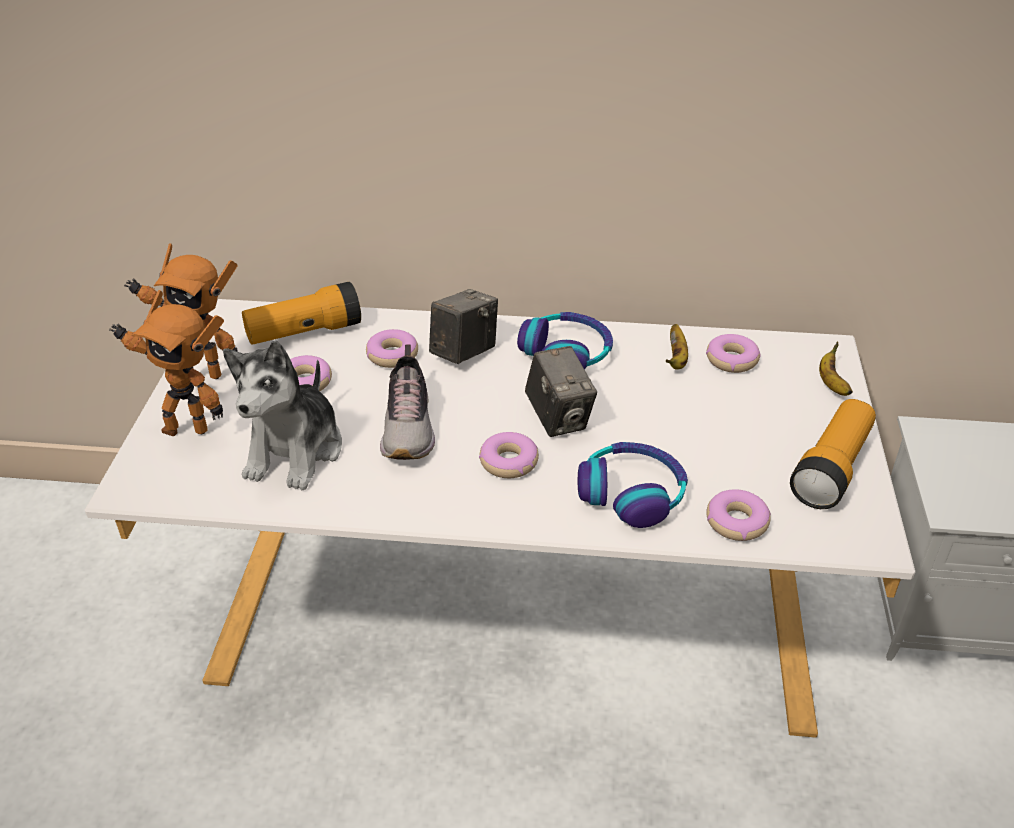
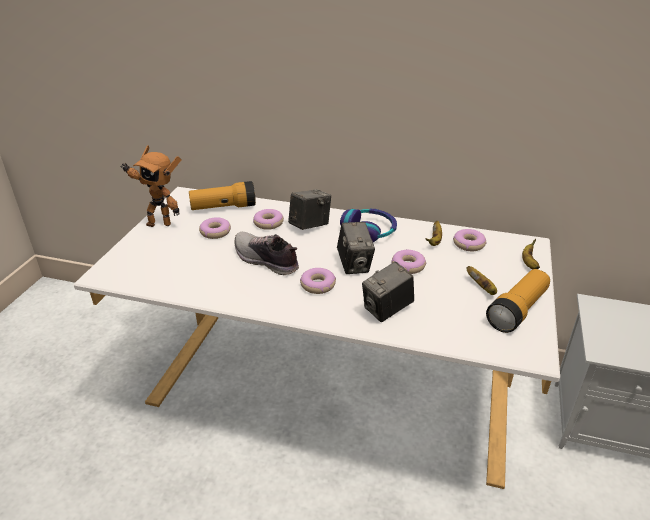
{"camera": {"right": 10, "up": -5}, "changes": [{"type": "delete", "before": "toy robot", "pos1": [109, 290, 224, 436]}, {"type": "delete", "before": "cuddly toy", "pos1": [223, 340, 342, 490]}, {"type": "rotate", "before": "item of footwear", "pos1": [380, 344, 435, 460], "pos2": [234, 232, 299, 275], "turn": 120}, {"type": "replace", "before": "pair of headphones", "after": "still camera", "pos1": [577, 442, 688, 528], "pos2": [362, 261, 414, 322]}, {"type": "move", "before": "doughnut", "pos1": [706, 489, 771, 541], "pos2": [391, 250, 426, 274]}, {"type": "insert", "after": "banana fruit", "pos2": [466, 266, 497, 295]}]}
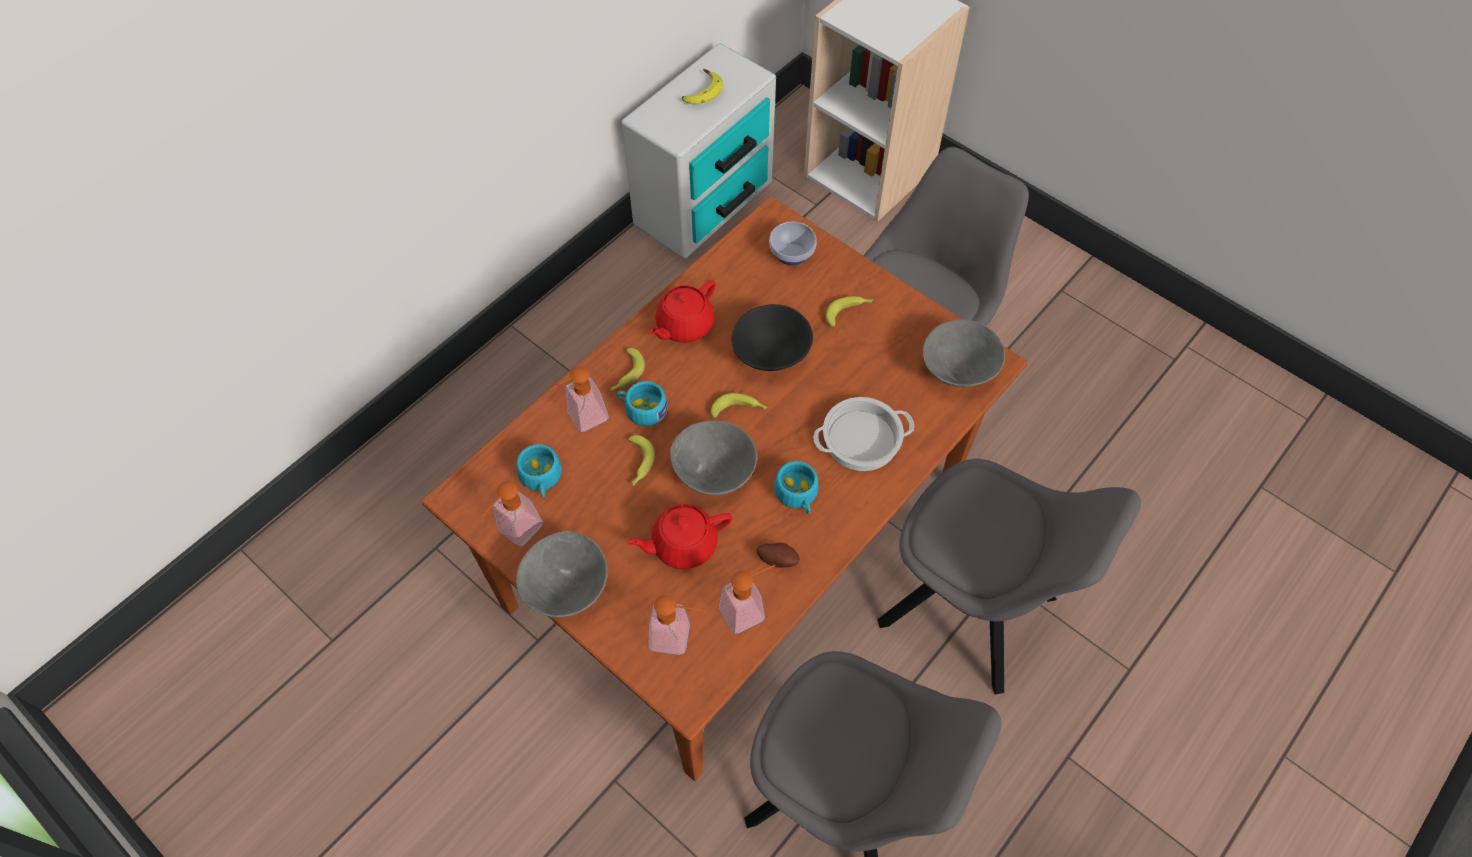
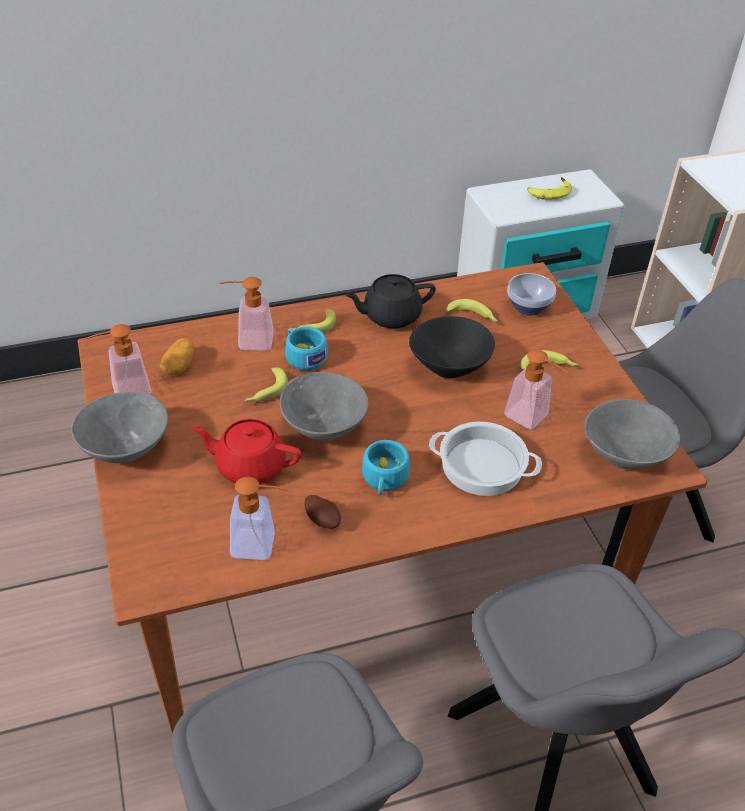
{"camera": {"right": 30, "up": -15}, "changes": [{"type": "replace", "before": "turquoise-coloured small cup", "after": "potato", "pos1": [516, 444, 562, 498], "pos2": [159, 338, 194, 375]}, {"type": "recolor", "before": "red pot for tea", "after": "black pot for tea", "pos1": [648, 280, 716, 343], "pos2": [345, 274, 436, 329]}, {"type": "move", "before": "soap bottle", "pos1": [648, 595, 703, 655], "pos2": [504, 349, 568, 429]}, {"type": "move", "before": "banana fruit", "pos1": [711, 393, 768, 418], "pos2": [447, 299, 498, 322]}]}
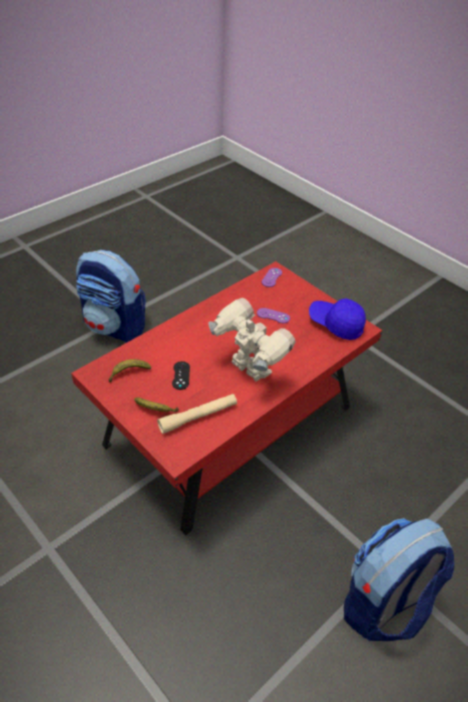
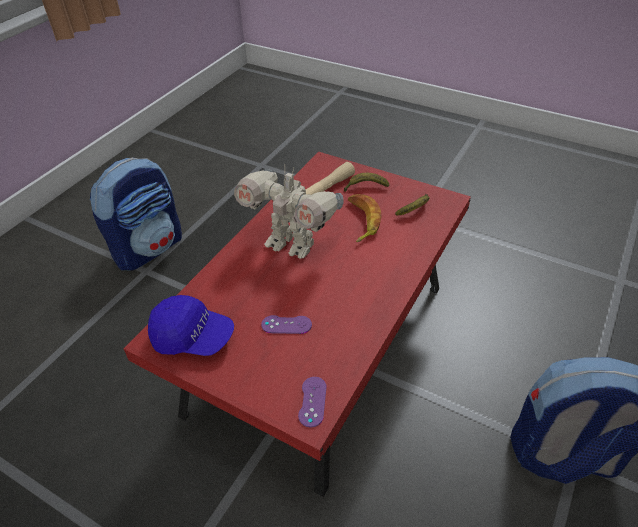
{"camera": {"right": 165, "up": 0}, "changes": [{"type": "replace", "before": "black gamepad", "after": "banana fruit", "pos1": [172, 361, 190, 390], "pos2": [348, 194, 382, 242]}]}
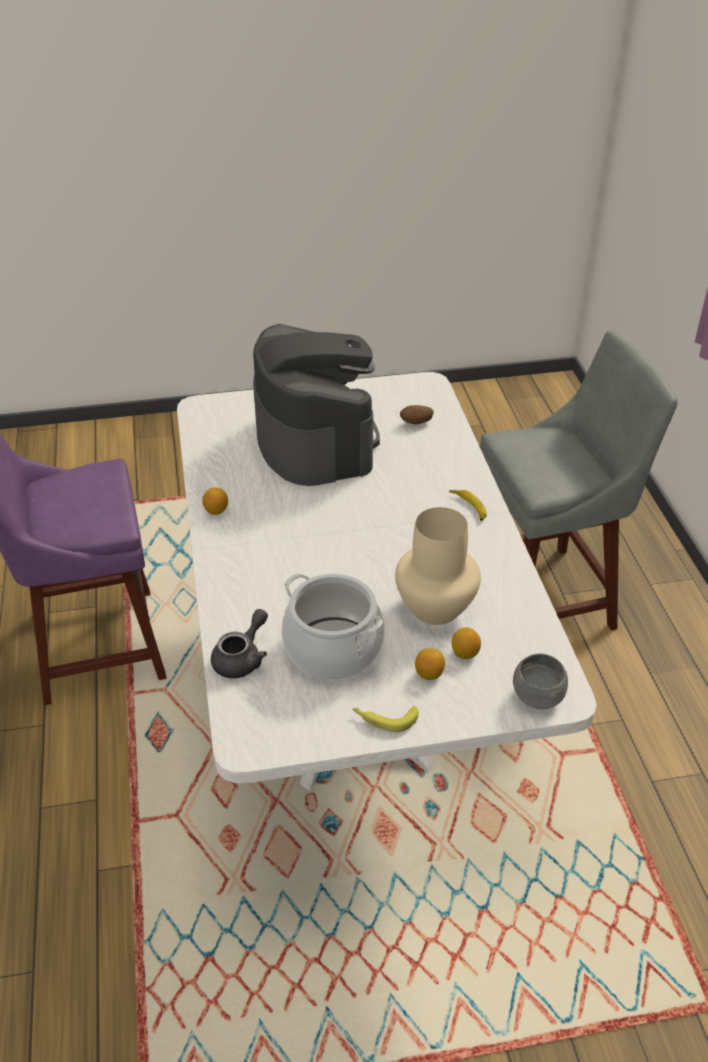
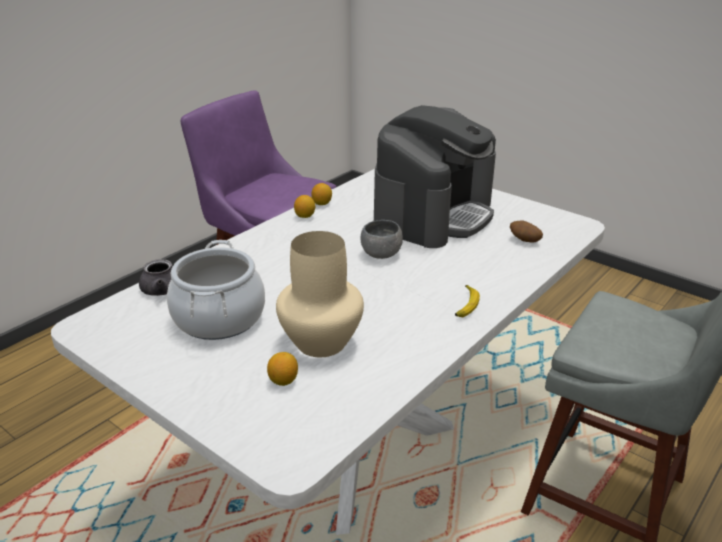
{"camera": {"right": 50, "up": -10}, "changes": [{"type": "delete", "before": "banana fruit", "pos1": [353, 706, 419, 732]}, {"type": "move", "before": "lemon", "pos1": [415, 648, 445, 680], "pos2": [312, 183, 332, 205]}, {"type": "move", "before": "grey deep dish", "pos1": [513, 653, 568, 709], "pos2": [360, 220, 403, 259]}]}
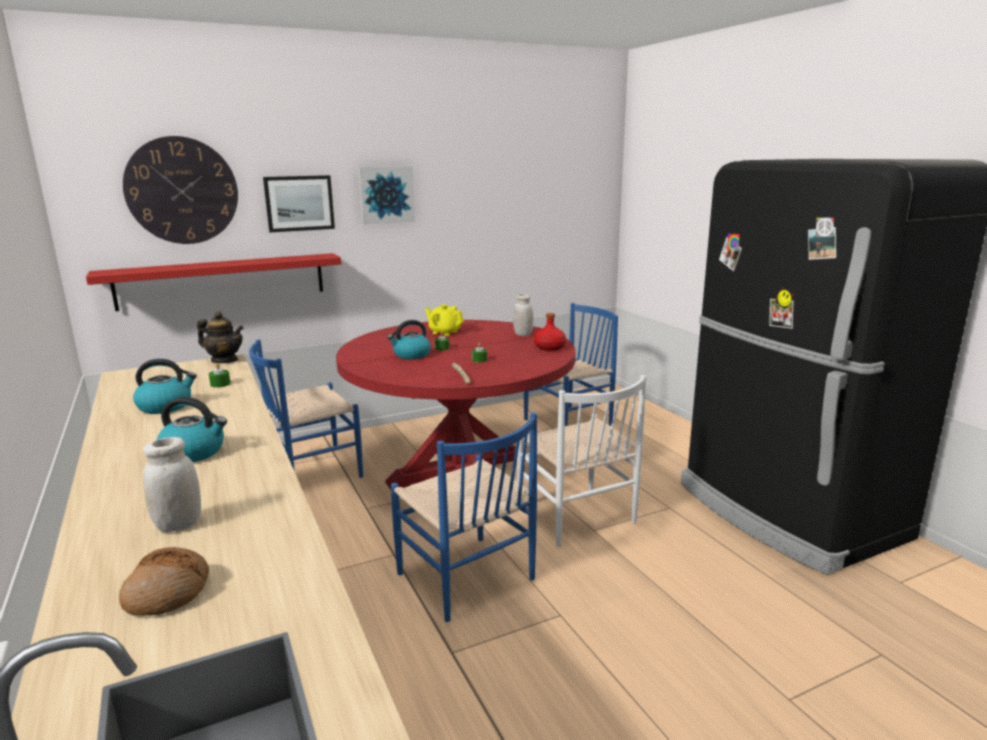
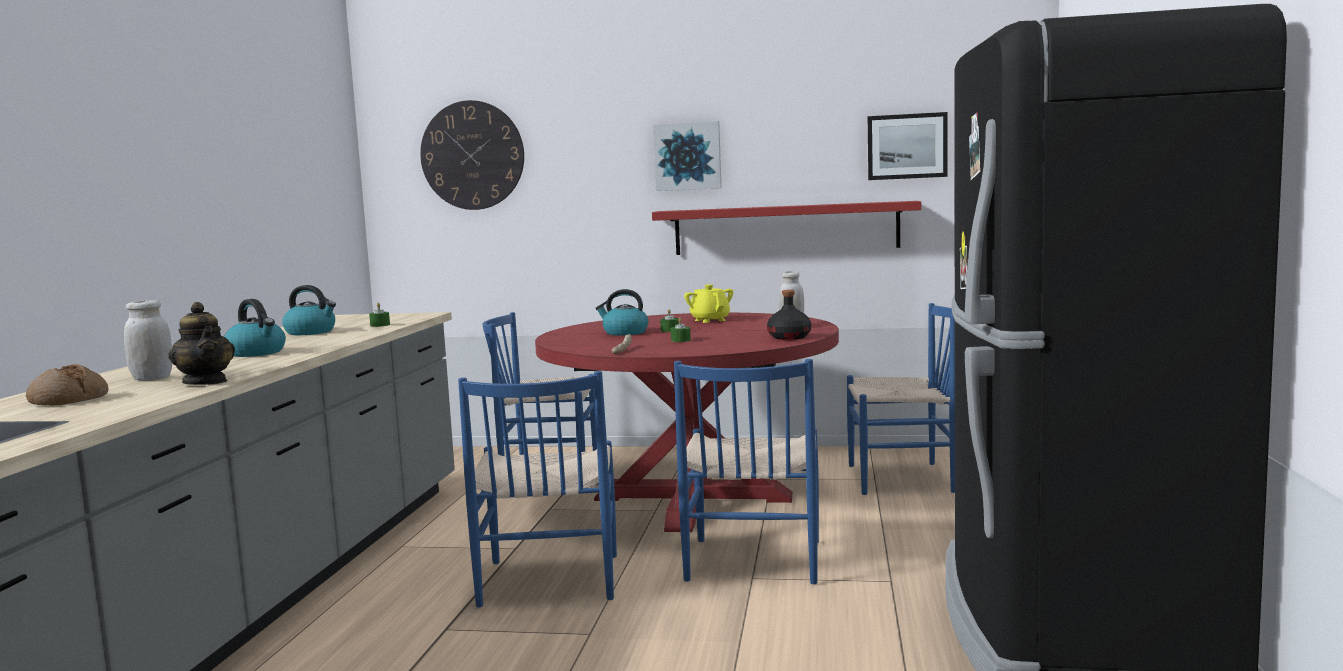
{"camera": {"right": 35, "up": -10}, "changes": [{"type": "move", "before": "red wall shelf", "pos1": [86, 253, 341, 311], "pos2": [652, 201, 921, 255]}, {"type": "move", "before": "pot for tea", "pos1": [197, 311, 244, 363], "pos2": [168, 302, 235, 385]}, {"type": "move", "before": "wall picture", "pos1": [263, 175, 335, 233], "pos2": [868, 112, 948, 180]}, {"type": "recolor", "before": "white-coloured plain chair", "after": "bluish plain chair", "pos1": [517, 375, 646, 547], "pos2": [674, 359, 819, 584]}, {"type": "recolor", "before": "red bottle", "after": "black bottle", "pos1": [534, 313, 566, 351], "pos2": [767, 290, 811, 340]}]}
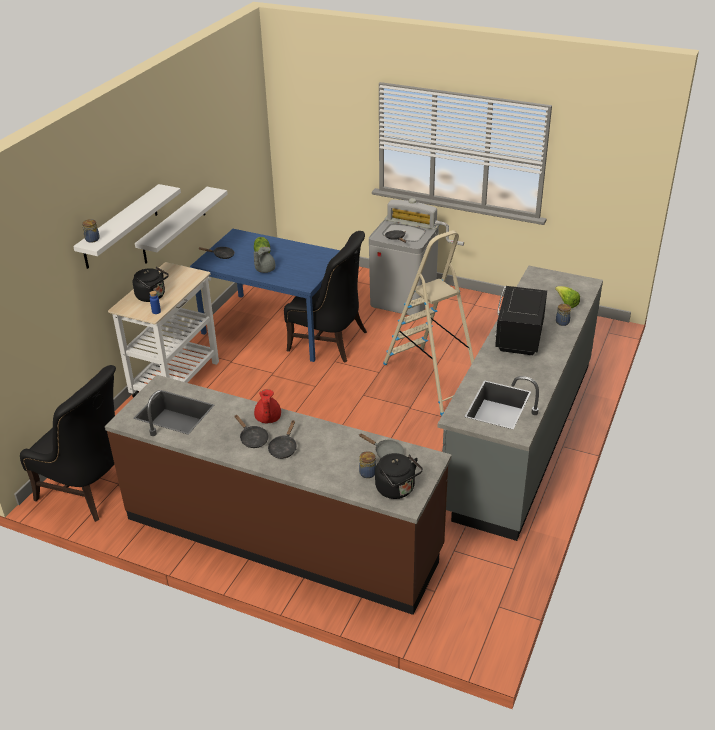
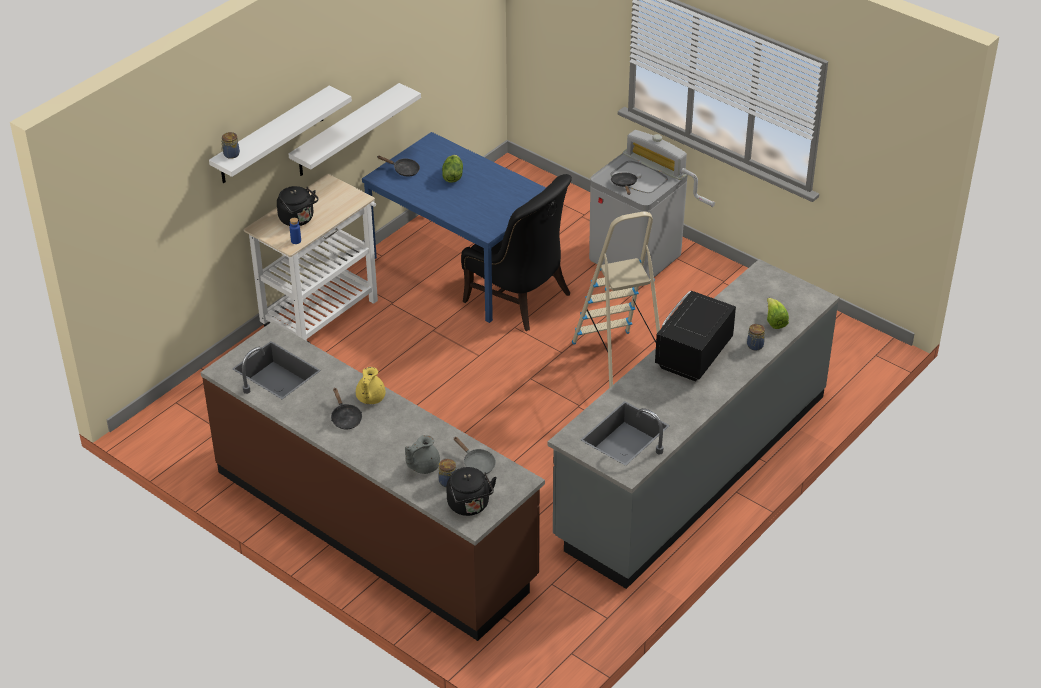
{"camera": {"right": 15, "up": 5}, "changes": [{"type": "delete", "before": "black plain chair", "pos1": [20, 365, 116, 522]}, {"type": "move", "before": "grey pot for tea", "pos1": [254, 247, 275, 273], "pos2": [405, 435, 440, 474]}, {"type": "recolor", "before": "red pot for tea", "after": "yellow pot for tea", "pos1": [254, 389, 281, 423], "pos2": [356, 367, 386, 404]}, {"type": "delete", "before": "black skillet", "pos1": [268, 420, 297, 459]}]}
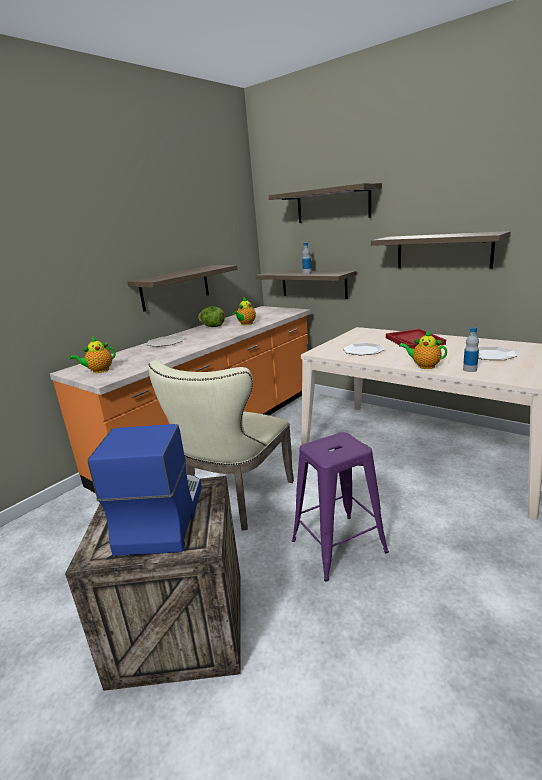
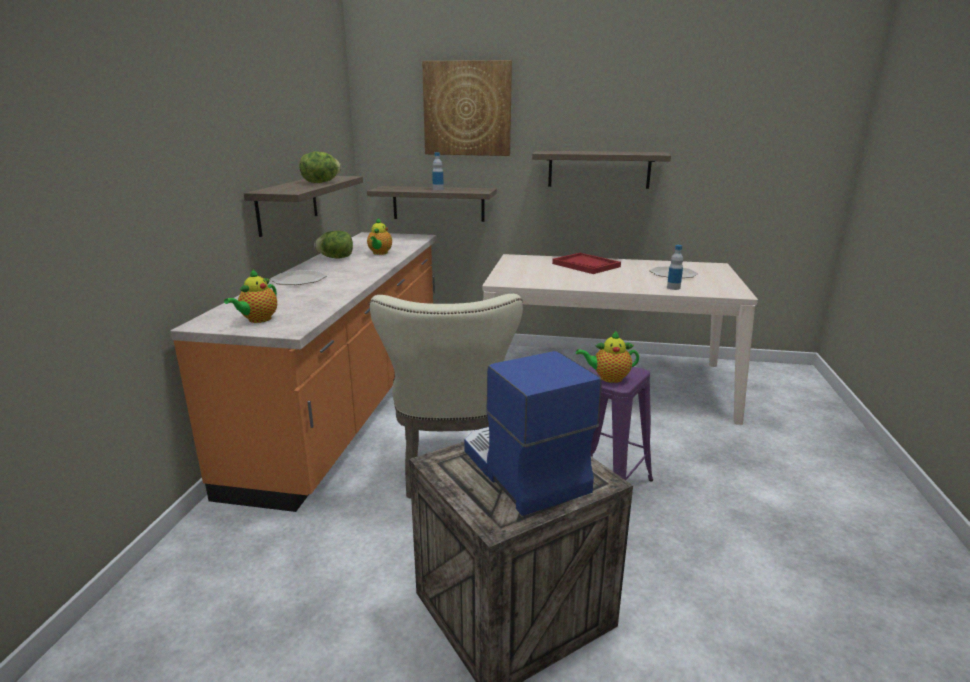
{"camera": {"right": -30, "up": 0}, "changes": [{"type": "replace", "before": "wall shelf", "after": "wall picture", "pos1": [269, 183, 382, 223], "pos2": [422, 60, 512, 156]}, {"type": "delete", "before": "plate", "pos1": [343, 343, 385, 355]}, {"type": "move", "before": "pot for tea", "pos1": [399, 330, 447, 369], "pos2": [576, 330, 639, 383]}, {"type": "insert", "after": "lettuce", "pos2": [299, 151, 341, 183]}]}
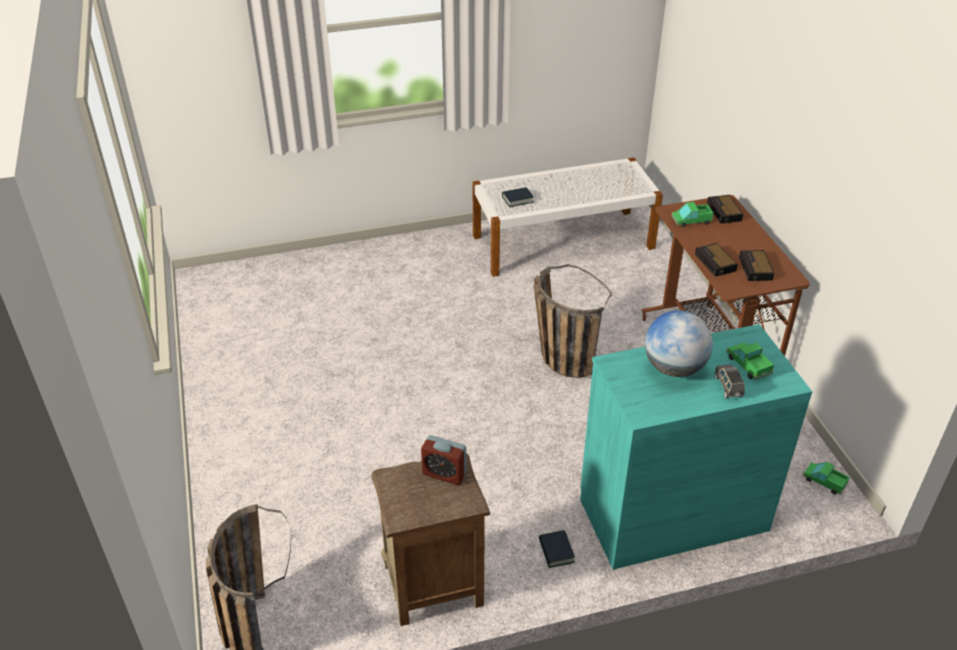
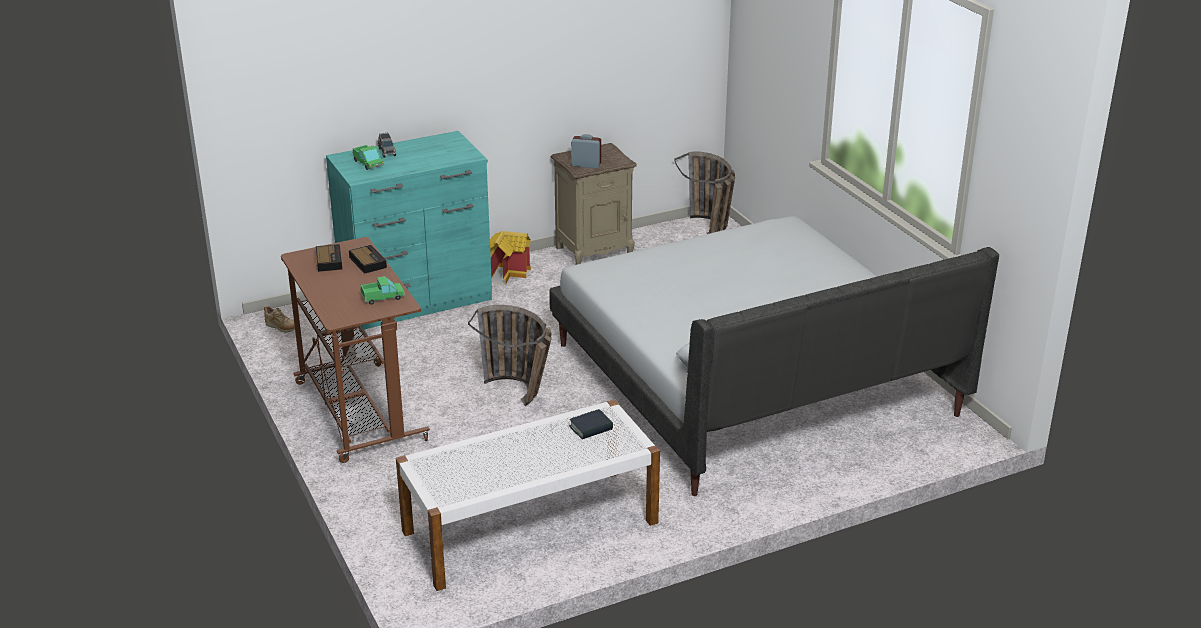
{"camera": {"right": 170, "up": -10}, "changes": [{"type": "replace", "before": "volume", "after": "model house", "pos1": [539, 530, 575, 568], "pos2": [490, 231, 531, 284]}, {"type": "delete", "before": "globe", "pos1": [645, 310, 713, 377]}, {"type": "delete", "before": "table clock", "pos1": [707, 195, 743, 224]}, {"type": "replace", "before": "toy lorry", "after": "beige item of footwear", "pos1": [802, 462, 849, 494], "pos2": [264, 306, 295, 332]}, {"type": "insert", "after": "grey bed", "pos2": [549, 216, 999, 496]}]}
